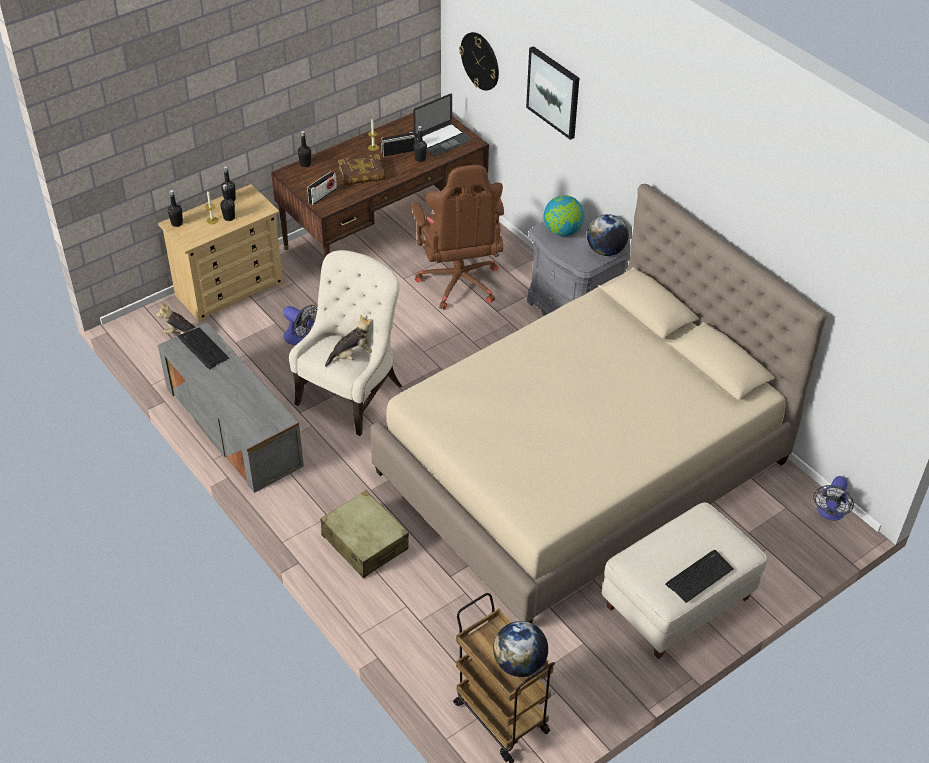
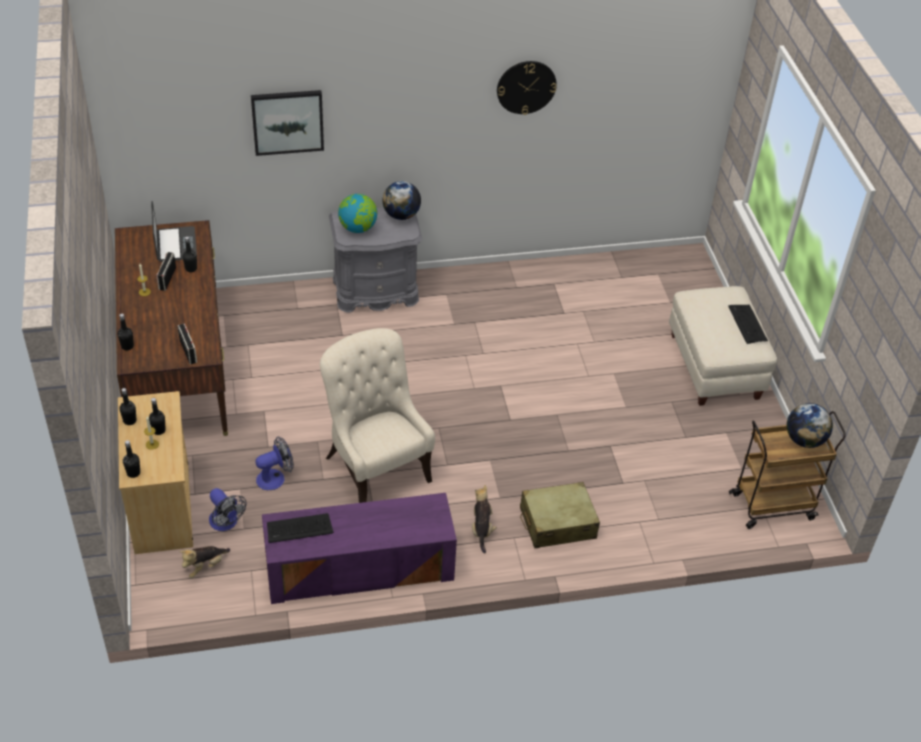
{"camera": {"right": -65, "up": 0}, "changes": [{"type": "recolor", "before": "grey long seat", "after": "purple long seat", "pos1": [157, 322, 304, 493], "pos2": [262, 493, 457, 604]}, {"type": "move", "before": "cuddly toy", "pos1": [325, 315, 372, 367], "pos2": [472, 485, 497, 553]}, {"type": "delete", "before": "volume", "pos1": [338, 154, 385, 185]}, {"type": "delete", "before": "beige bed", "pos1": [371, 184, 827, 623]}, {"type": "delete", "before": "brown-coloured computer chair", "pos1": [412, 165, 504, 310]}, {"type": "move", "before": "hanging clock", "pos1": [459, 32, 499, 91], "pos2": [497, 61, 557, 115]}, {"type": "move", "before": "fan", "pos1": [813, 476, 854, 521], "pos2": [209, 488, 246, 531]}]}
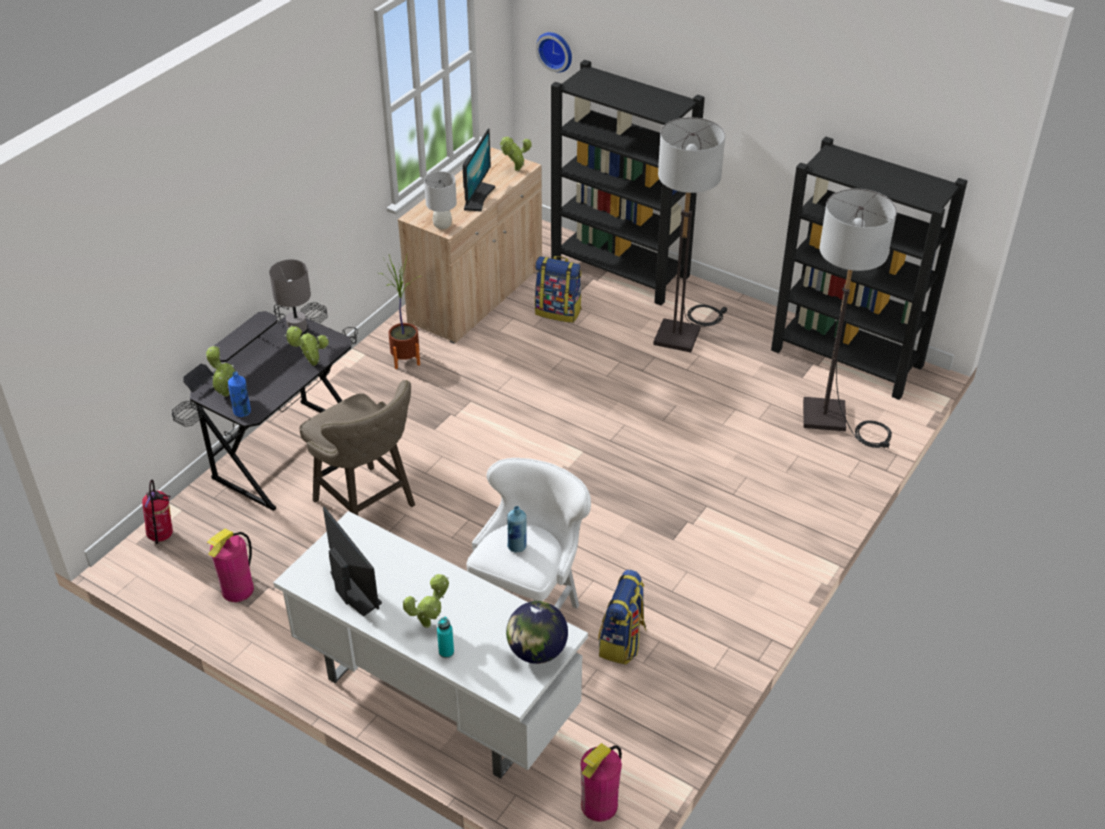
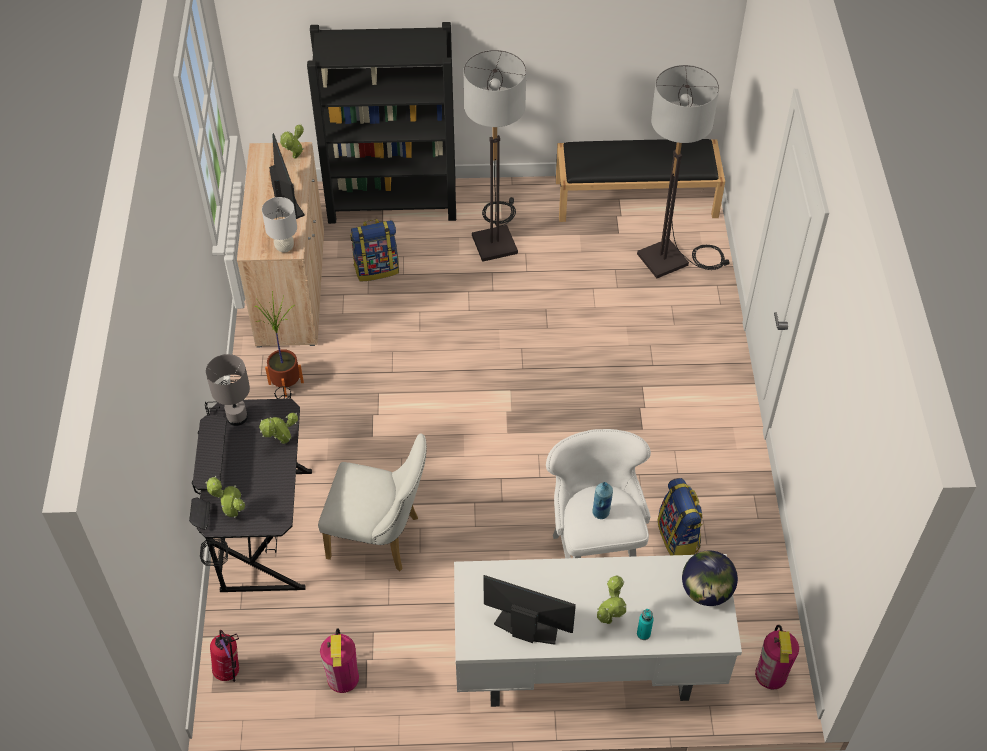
{"camera": {"right": -35, "up": 10}, "changes": [{"type": "delete", "before": "bluish bottle", "pos1": [228, 372, 251, 417]}, {"type": "replace", "before": "beige sitting stool", "after": "white-coloured plain chair", "pos1": [299, 380, 415, 516], "pos2": [318, 433, 427, 571]}, {"type": "delete", "before": "hanging clock", "pos1": [536, 32, 572, 73]}, {"type": "replace", "before": "black bookshelf", "after": "black long seat", "pos1": [771, 137, 967, 400], "pos2": [556, 139, 725, 222]}]}
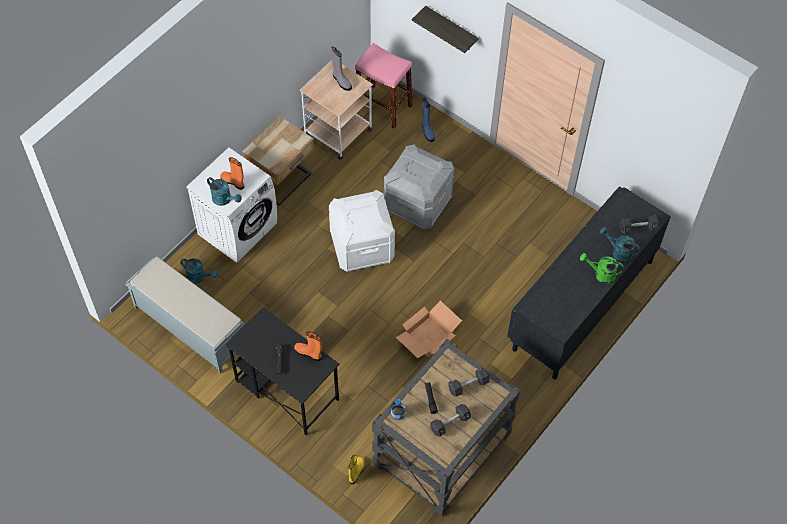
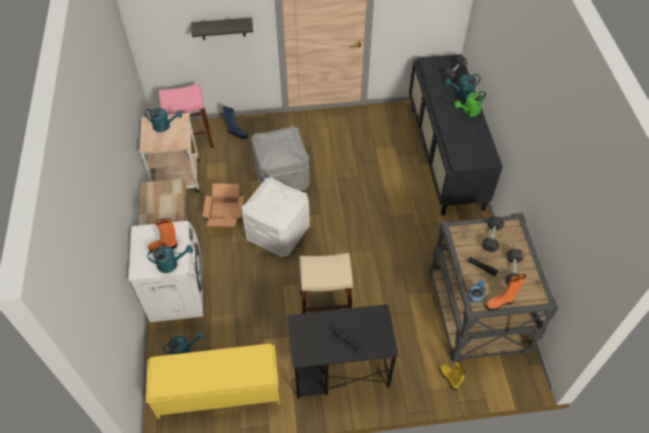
{"camera": {"right": -45, "up": -5}, "changes": [{"type": "recolor", "before": "grey long seat", "after": "yellow long seat", "pos1": [126, 257, 245, 374], "pos2": [146, 344, 280, 419]}, {"type": "move", "before": "orange tall boot", "pos1": [294, 332, 322, 361], "pos2": [485, 274, 526, 310]}, {"type": "replace", "before": "grey tall boot", "after": "turquoise-coloured sprinkling can", "pos1": [332, 47, 352, 91], "pos2": [145, 108, 182, 132]}, {"type": "move", "before": "carton", "pos1": [396, 301, 462, 358], "pos2": [203, 183, 244, 227]}, {"type": "insert", "after": "beige sitting stool", "pos2": [300, 253, 353, 314]}]}
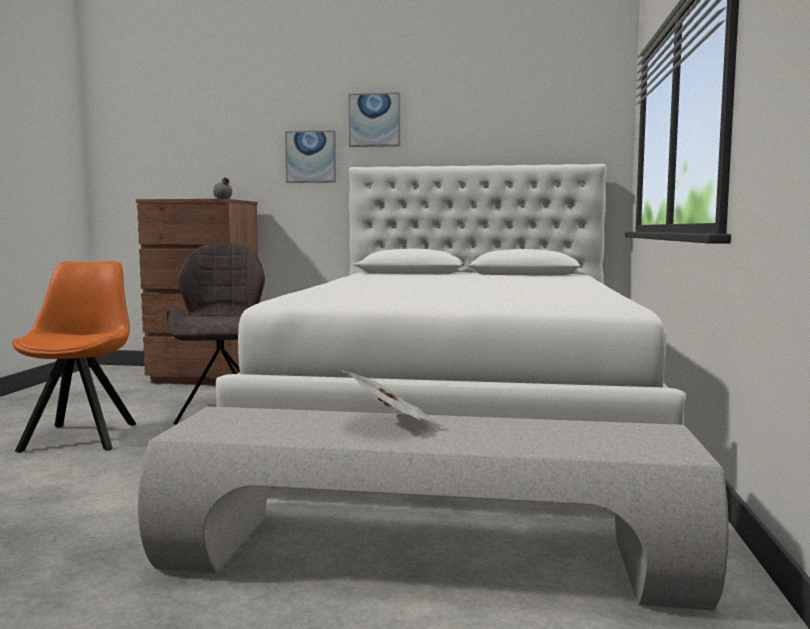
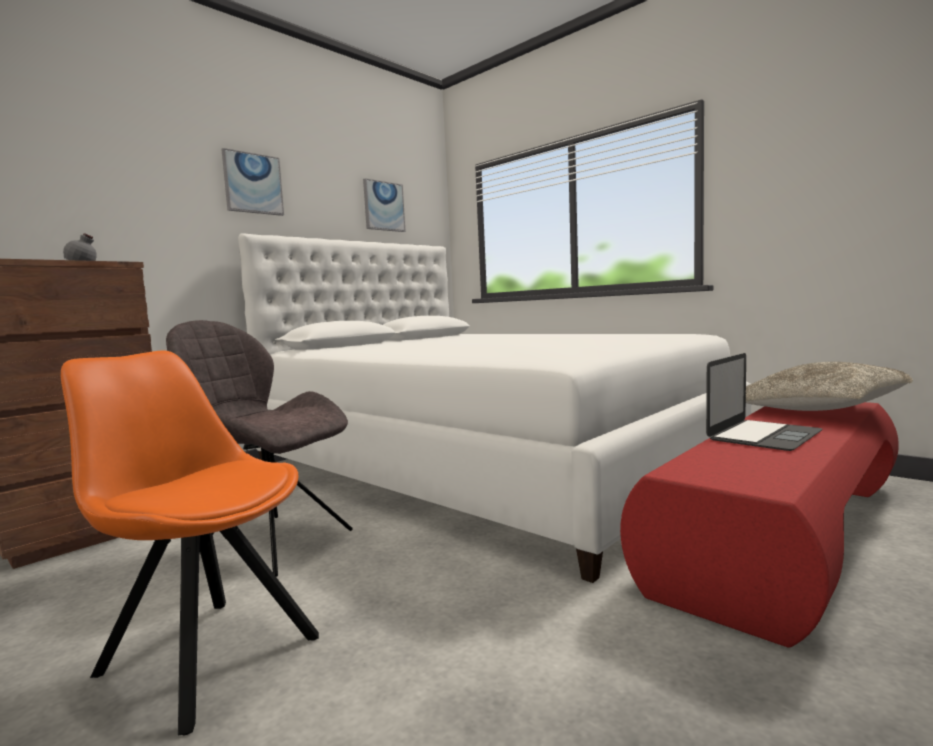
{"camera": {"right": -55, "up": 0}, "changes": [{"type": "recolor", "before": "grey long seat", "after": "red long seat", "pos1": [138, 406, 729, 610], "pos2": [620, 402, 899, 648]}, {"type": "move", "before": "wall picture", "pos1": [285, 130, 336, 183], "pos2": [363, 178, 406, 232]}, {"type": "replace", "before": "newspaper", "after": "laptop", "pos1": [341, 370, 444, 426], "pos2": [706, 353, 822, 451]}, {"type": "insert", "after": "beige throw pillow", "pos2": [746, 361, 913, 411]}]}
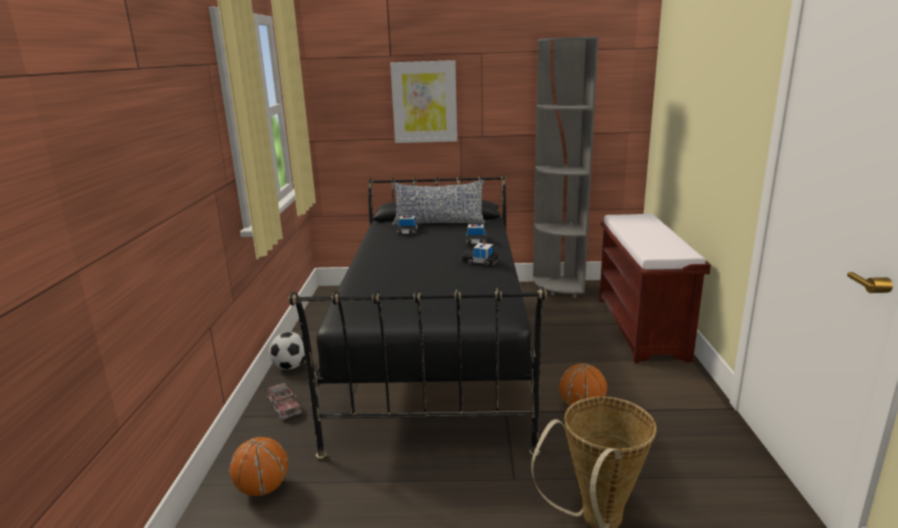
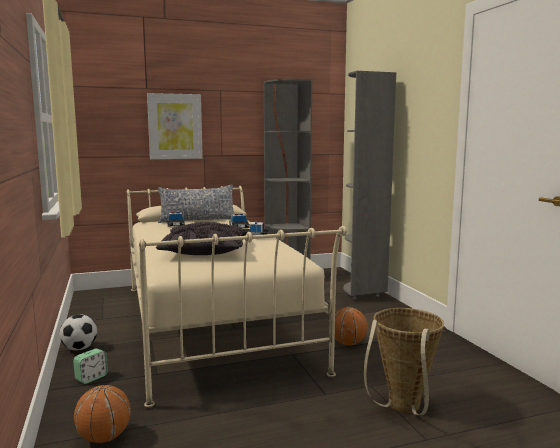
{"camera": {"right": -20, "up": -10}, "changes": [{"type": "replace", "before": "toy lorry", "after": "table clock", "pos1": [267, 382, 302, 420], "pos2": [73, 348, 108, 384]}, {"type": "recolor", "before": "black bed", "after": "beige bed", "pos1": [288, 175, 547, 459], "pos2": [127, 186, 347, 408]}, {"type": "replace", "before": "brown-coloured long seat", "after": "grey bookshelf", "pos1": [599, 214, 711, 363], "pos2": [343, 71, 396, 299]}, {"type": "insert", "after": "black throw pillow", "pos2": [156, 222, 245, 255]}]}
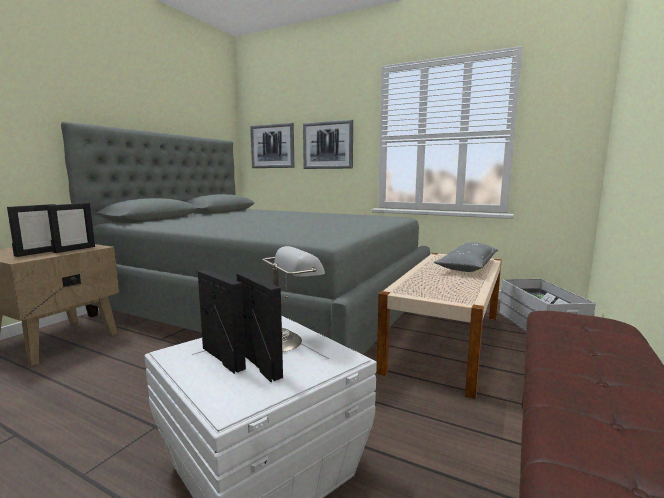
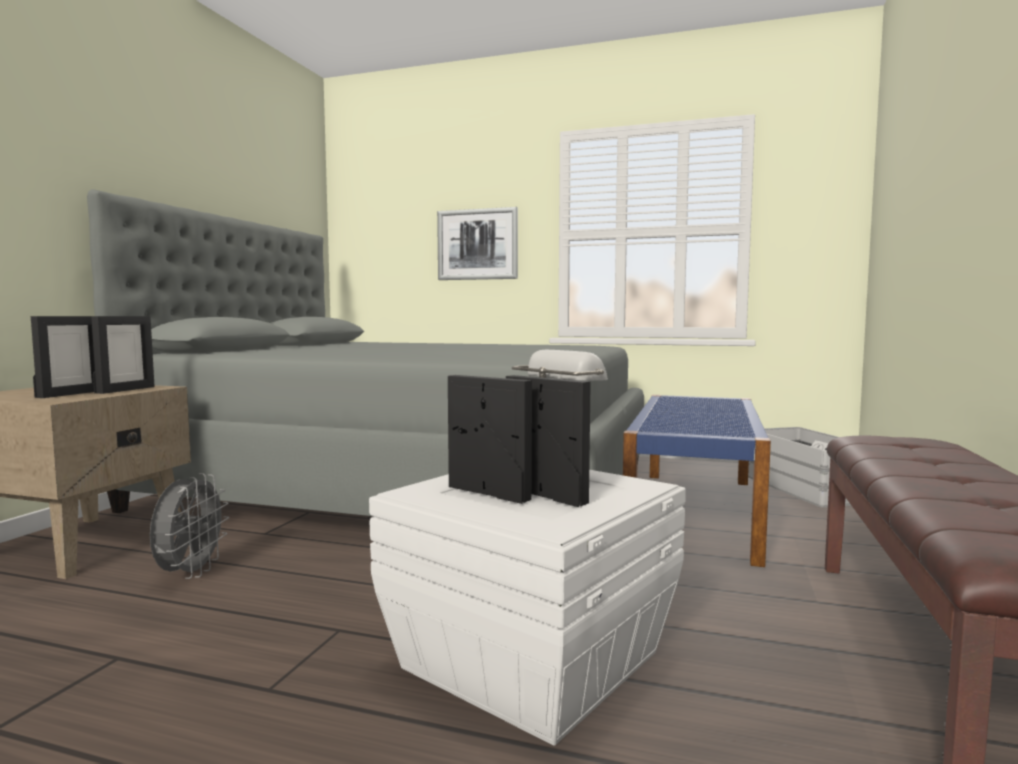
{"camera": {"right": -10, "up": -5}, "changes": [{"type": "delete", "before": "wall picture", "pos1": [250, 123, 294, 168]}, {"type": "recolor", "before": "beige long seat", "after": "bluish long seat", "pos1": [377, 253, 502, 399], "pos2": [623, 395, 771, 567]}, {"type": "delete", "before": "grey throw pillow", "pos1": [434, 242, 498, 272]}, {"type": "insert", "after": "grey fan", "pos2": [150, 473, 229, 579]}]}
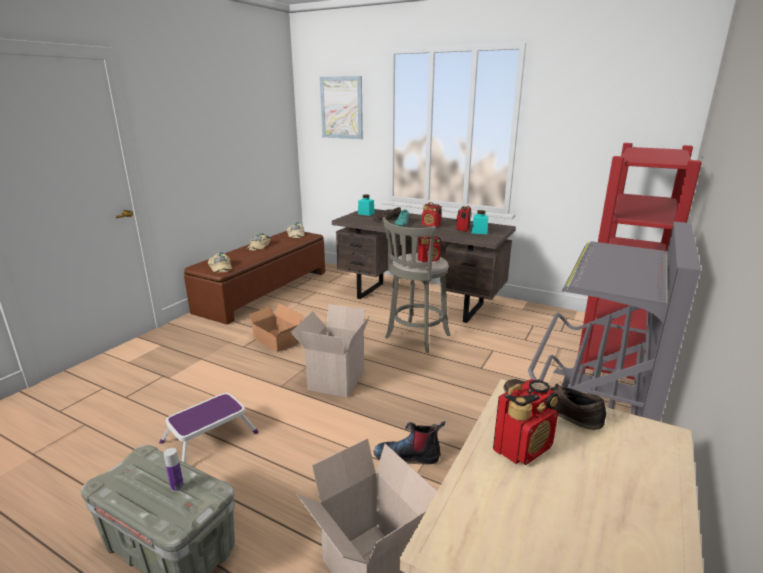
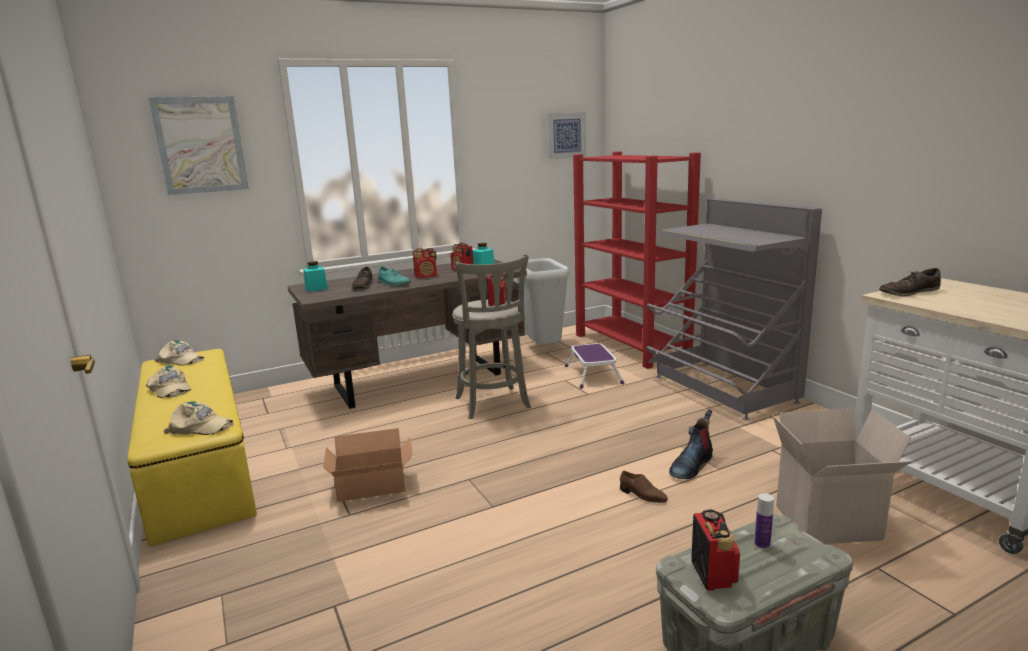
{"camera": {"right": -55, "up": -5}, "changes": [{"type": "move", "before": "purple step stool", "pos1": [159, 393, 259, 463], "pos2": [565, 343, 625, 389]}, {"type": "recolor", "before": "brown-coloured long seat", "after": "yellow long seat", "pos1": [184, 231, 325, 324], "pos2": [127, 349, 257, 546]}, {"type": "delete", "before": "carton", "pos1": [291, 304, 370, 398]}, {"type": "move", "before": "radio set", "pos1": [493, 379, 559, 465], "pos2": [691, 509, 740, 591]}, {"type": "insert", "after": "grey trash can", "pos2": [517, 258, 570, 345]}, {"type": "insert", "after": "wall picture", "pos2": [547, 112, 586, 159]}, {"type": "insert", "after": "brown-coloured item of footwear", "pos2": [620, 471, 668, 503]}]}
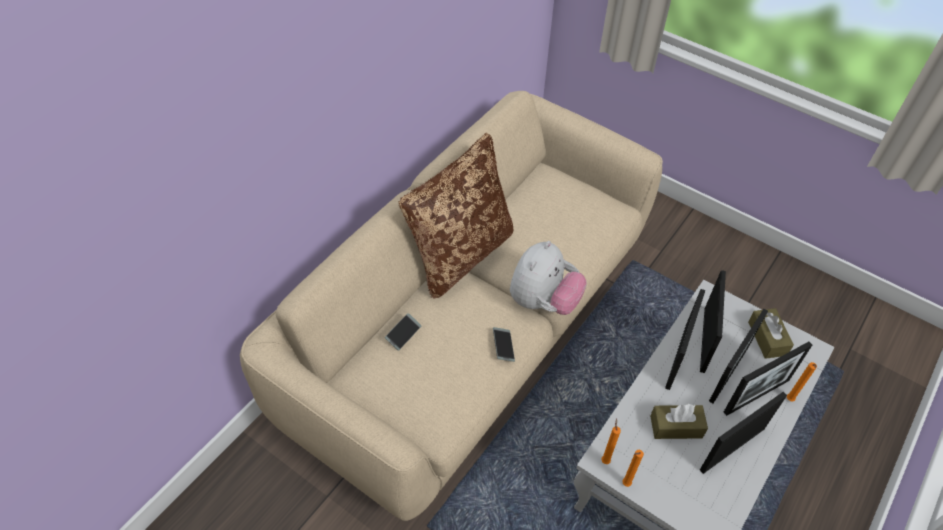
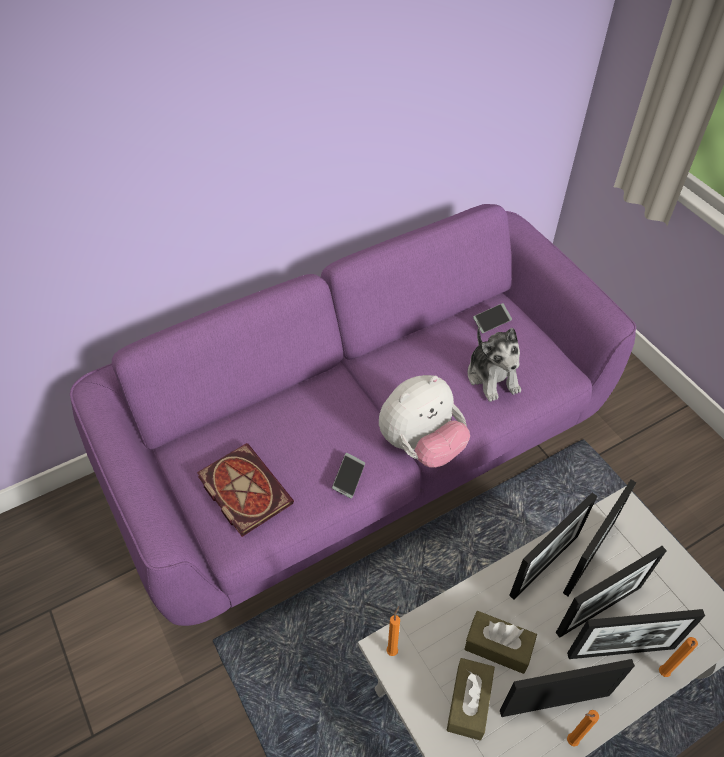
{"camera": {"right": 25, "up": 0}, "changes": [{"type": "recolor", "before": "beige couch", "after": "purple couch", "pos1": [240, 91, 663, 521], "pos2": [70, 204, 636, 626]}, {"type": "move", "before": "handset", "pos1": [385, 313, 421, 351], "pos2": [473, 303, 512, 333]}, {"type": "delete", "before": "brown-coloured throw pillow", "pos1": [398, 133, 514, 298]}, {"type": "move", "before": "orange wax candle", "pos1": [622, 450, 644, 487], "pos2": [567, 710, 599, 747]}, {"type": "move", "before": "brown-coloured tissue box", "pos1": [748, 308, 794, 359], "pos2": [447, 658, 495, 741]}, {"type": "insert", "after": "volume", "pos2": [197, 443, 294, 537]}, {"type": "insert", "after": "cuddly toy", "pos2": [467, 328, 521, 402]}]}
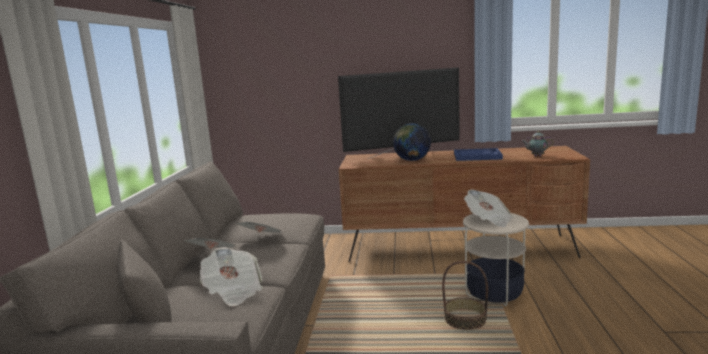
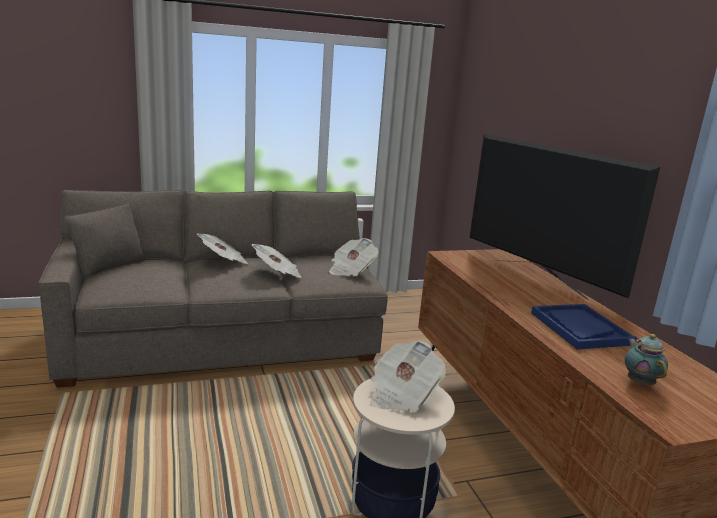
{"camera": {"right": 65, "up": 5}, "changes": [{"type": "move", "before": "newspaper", "pos1": [199, 247, 263, 306], "pos2": [329, 238, 379, 276]}, {"type": "delete", "before": "globe", "pos1": [393, 123, 431, 161]}, {"type": "delete", "before": "household basket", "pos1": [442, 261, 488, 330]}]}
